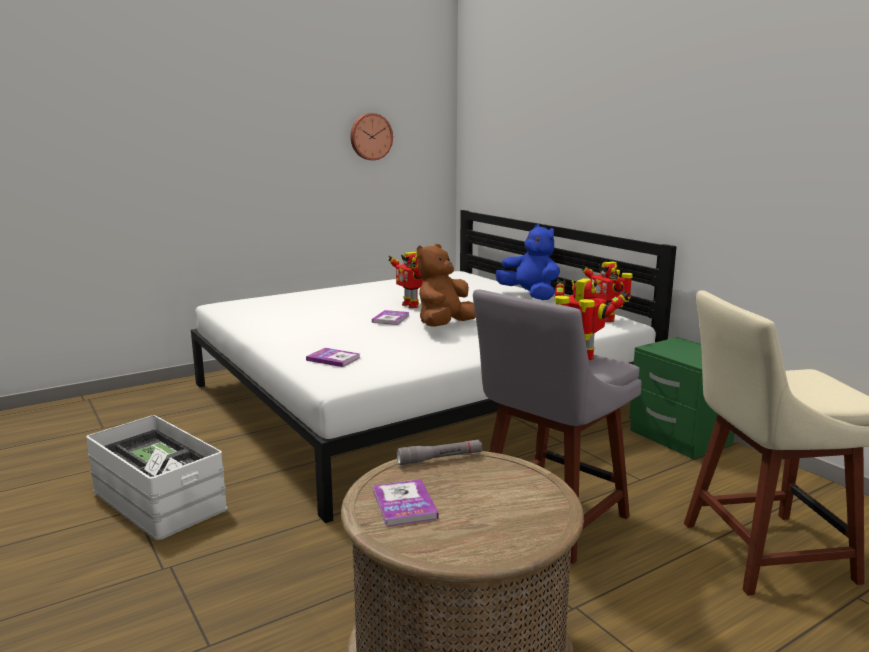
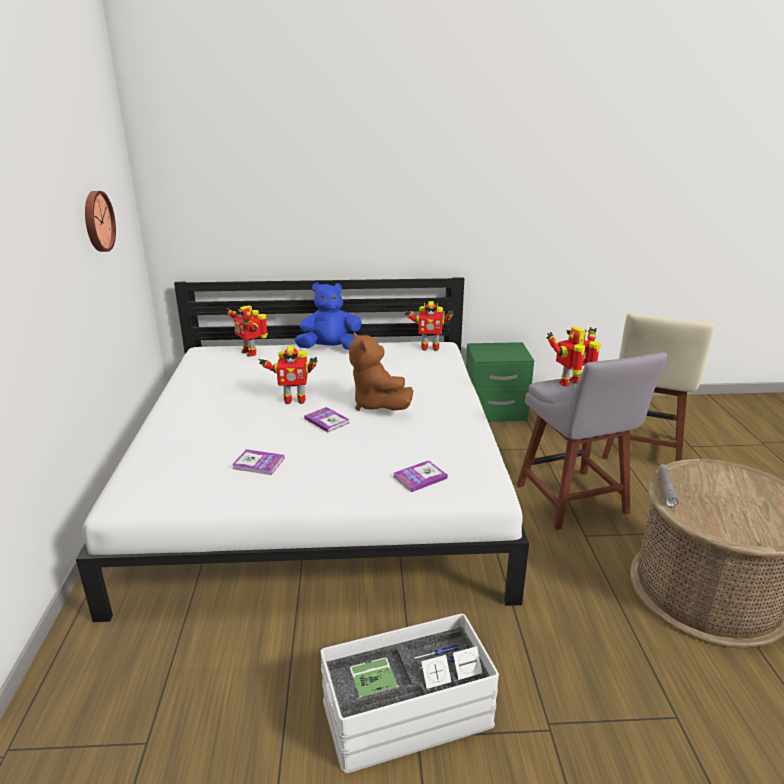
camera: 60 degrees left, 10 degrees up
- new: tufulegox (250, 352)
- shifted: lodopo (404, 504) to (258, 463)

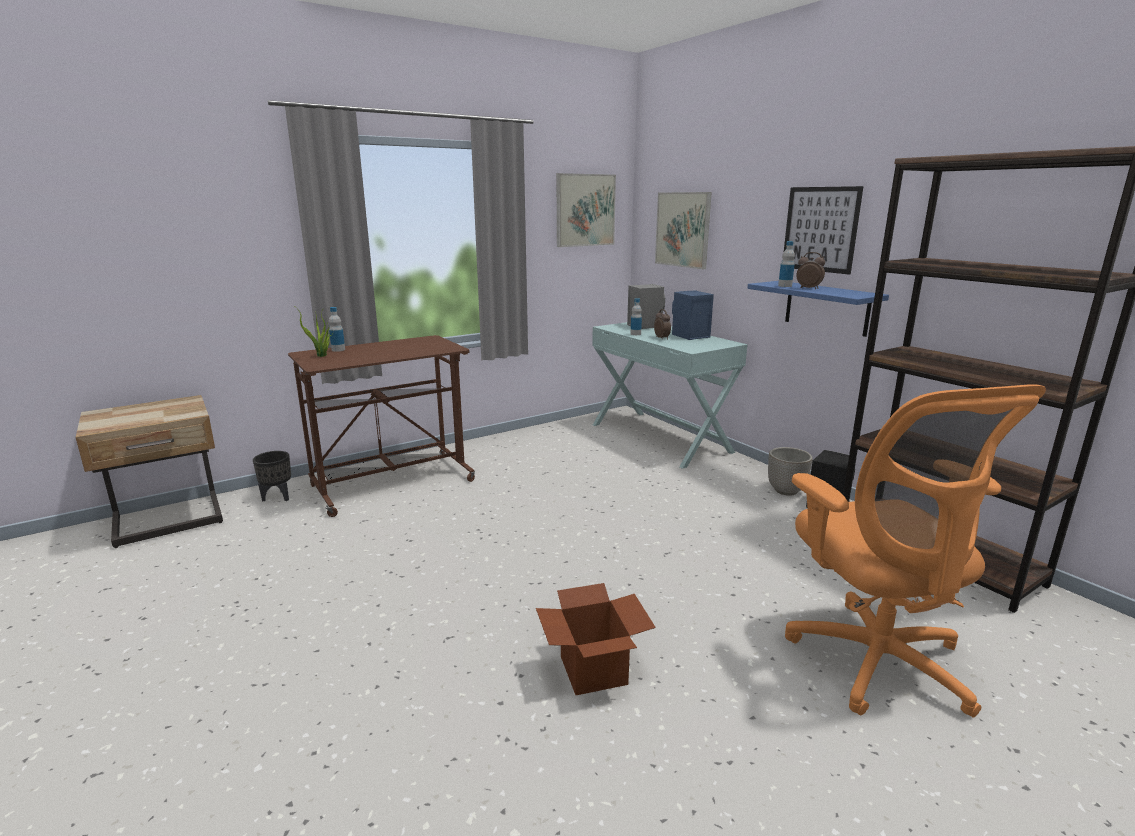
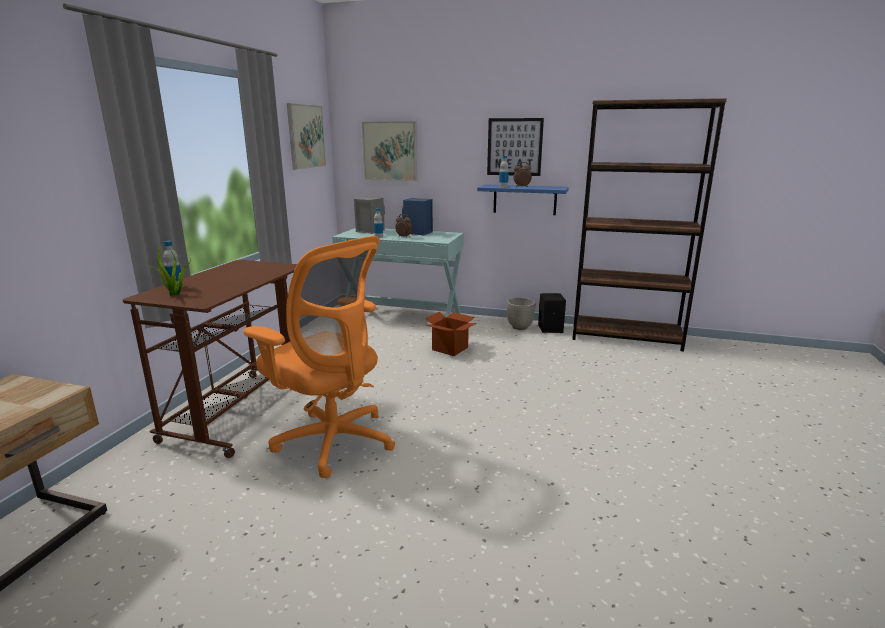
camera: 40 degrees left, 0 degrees up
- shifted: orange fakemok (869, 654) to (328, 440)
- shifted: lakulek (593, 670) to (450, 349)
- gone: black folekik (278, 497)

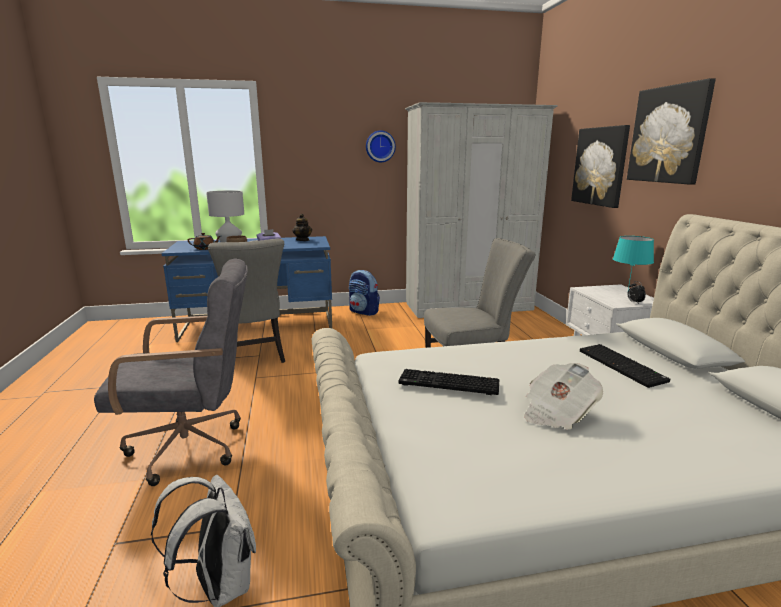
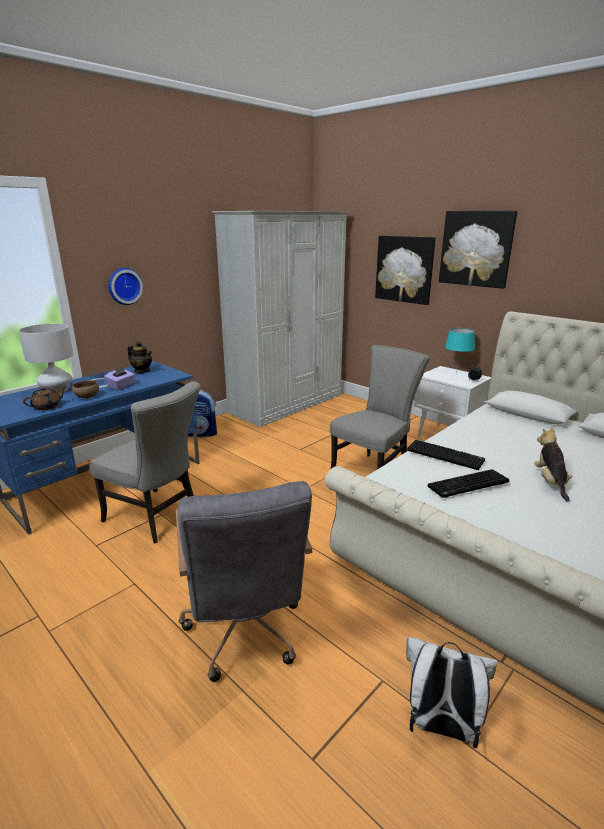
camera: 35 degrees left, 5 degrees up
- shifted: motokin (380, 146) to (124, 286)
- rotated: grey fakemok (193, 449) = (245, 637) 120 degrees clockwise
- shifted: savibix (623, 366) to (446, 455)
- swapped: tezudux (557, 413) to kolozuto (550, 482)

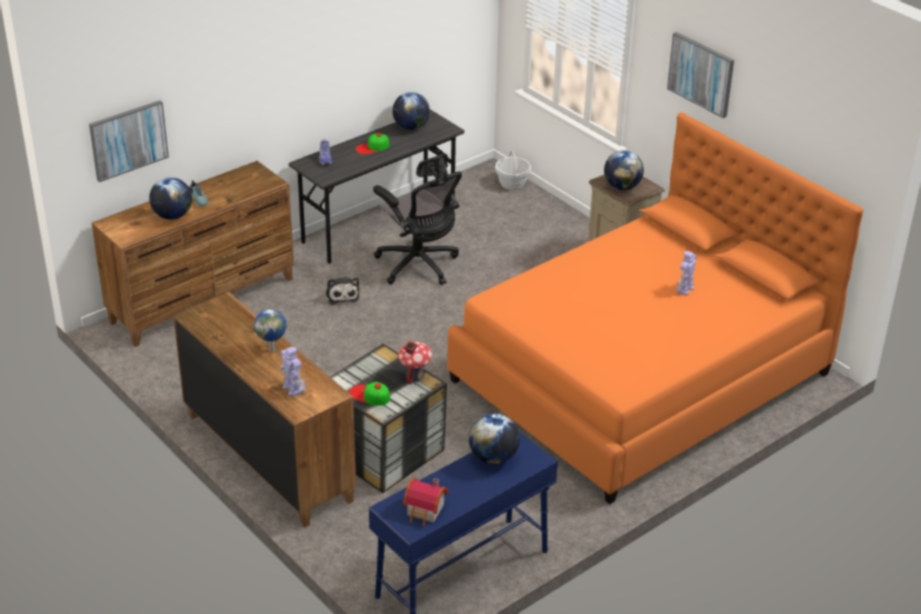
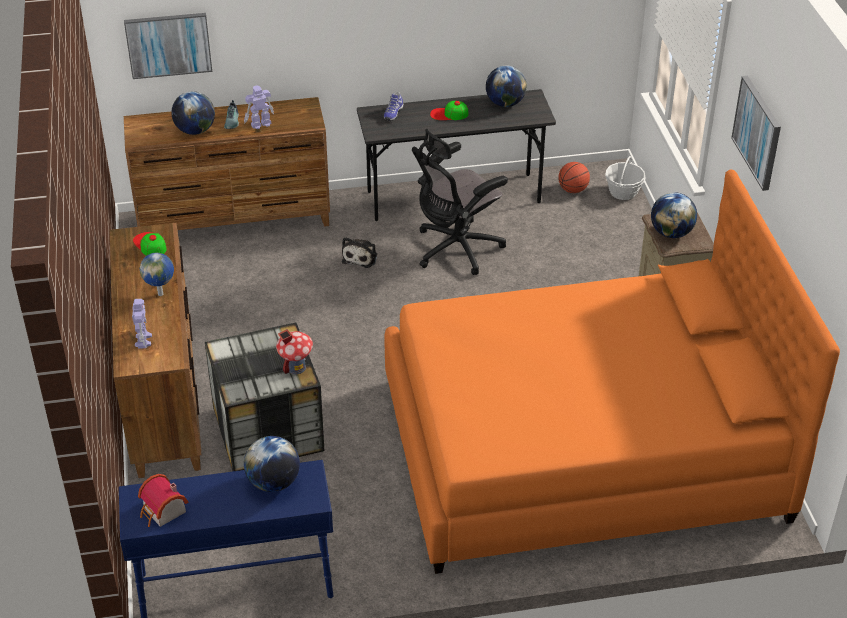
camera: 30 degrees right, 5 degrees up
- shifted: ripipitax (369, 395) to (150, 245)
- shifted: tufulegox (684, 289) to (260, 124)
- rotated: fakemok (418, 265) = (458, 249) 60 degrees clockwise
- new: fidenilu (573, 190)

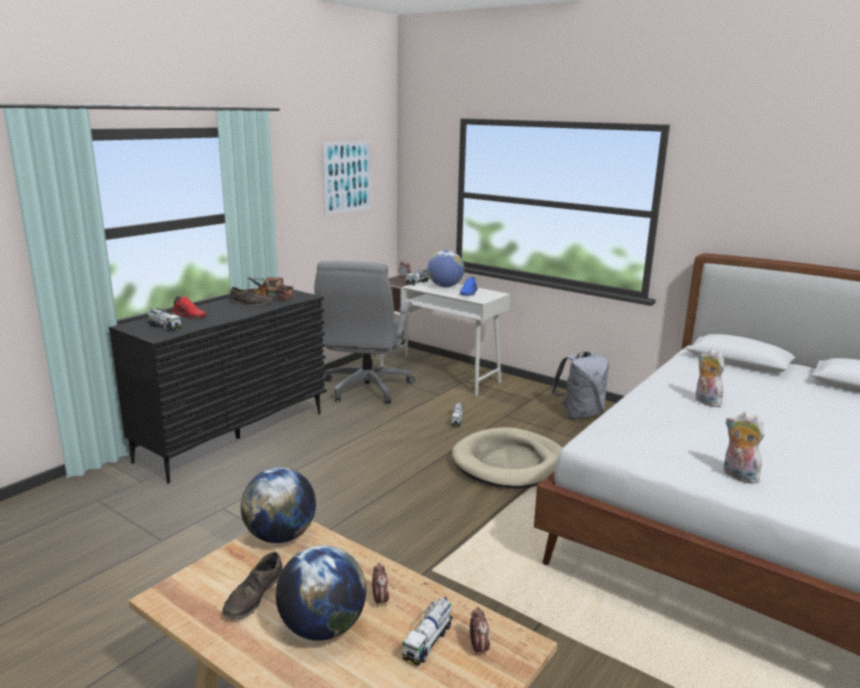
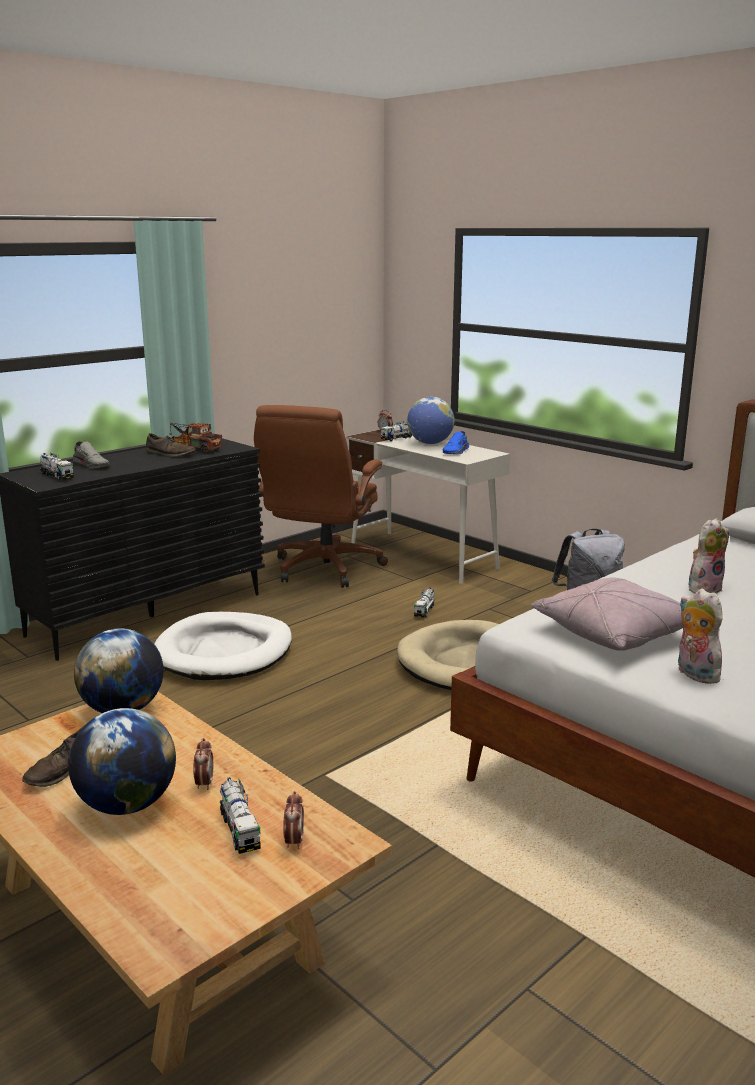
camera: 10 degrees right, 0 degrees up
- repainted: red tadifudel (190, 316) to grey tadifudel (92, 465)
- new: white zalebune (224, 652)
- rotated: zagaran (428, 641) = (239, 829) 60 degrees counterclockwise
- repainted: grey fakemok (364, 390) to brown fakemok (322, 570)
- new: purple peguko (615, 633)
- rotated: kolozuto (705, 402) = (704, 588) 75 degrees clockwise
- gone: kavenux (347, 177)

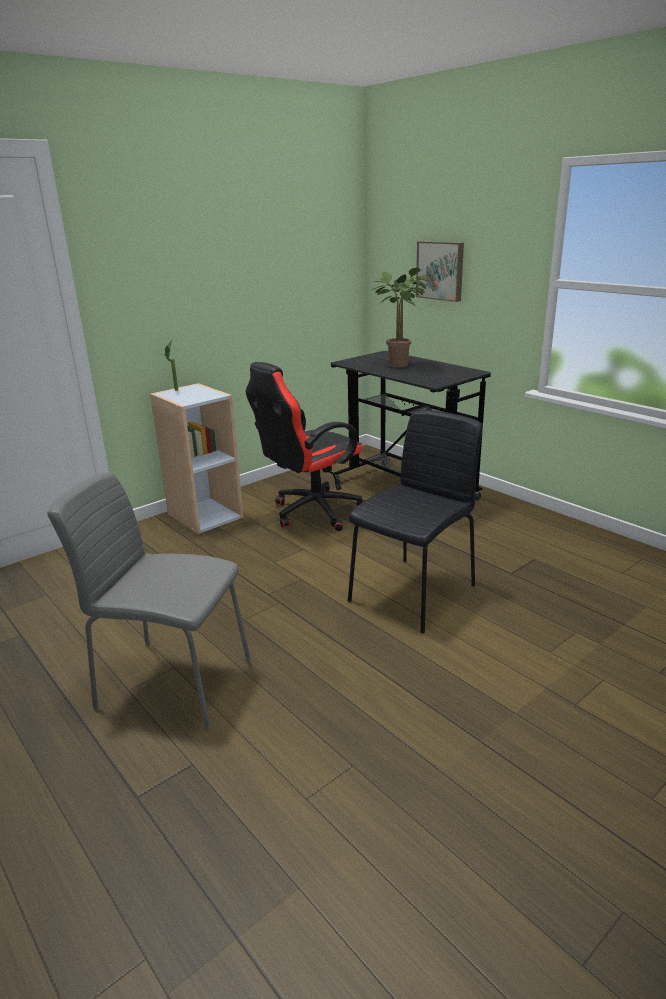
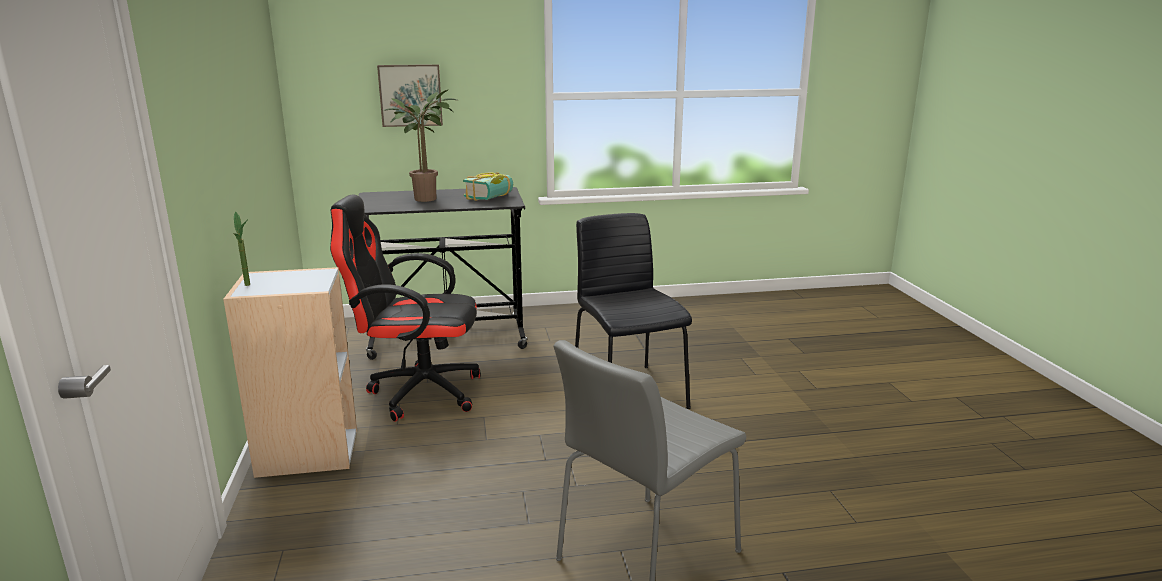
camera: 60 degrees left, 5 degrees down
- rotated: black fakemok (310, 514) = (416, 392) 105 degrees clockwise
- new: lodopo (493, 198)

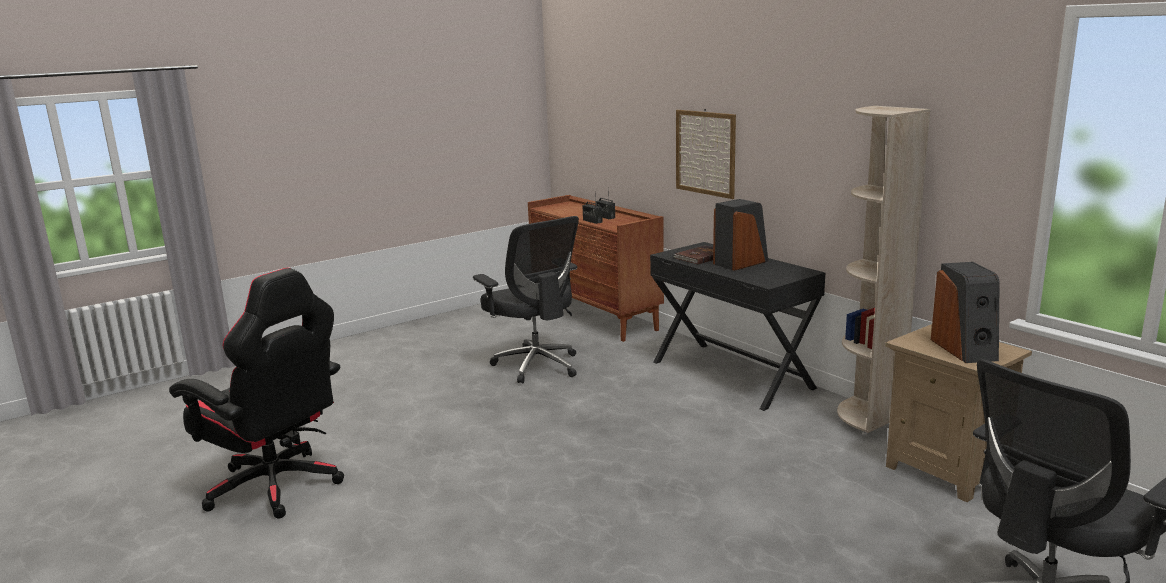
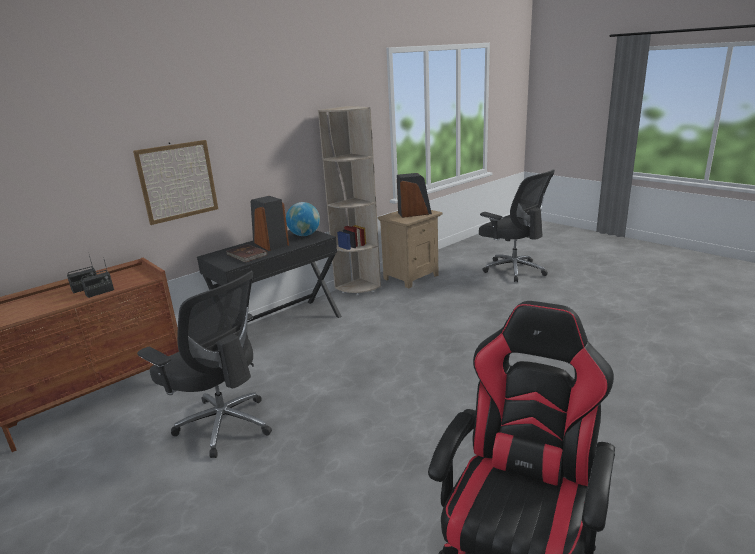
camera: 95 degrees left, 5 degrees up
- rotated: fakemok (536, 365) = (223, 424) 75 degrees clockwise
- new: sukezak (304, 235)

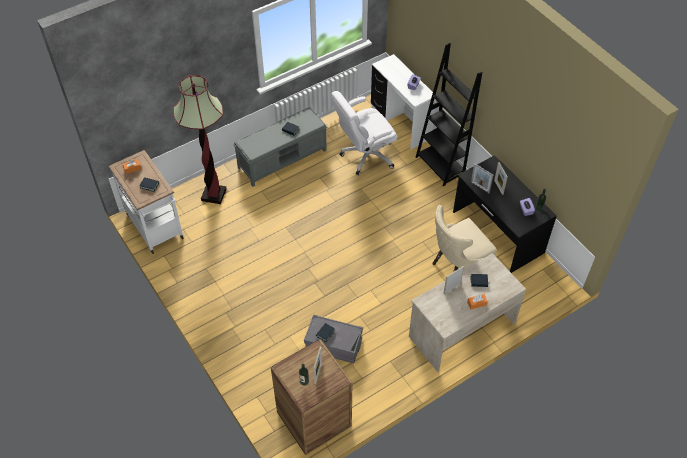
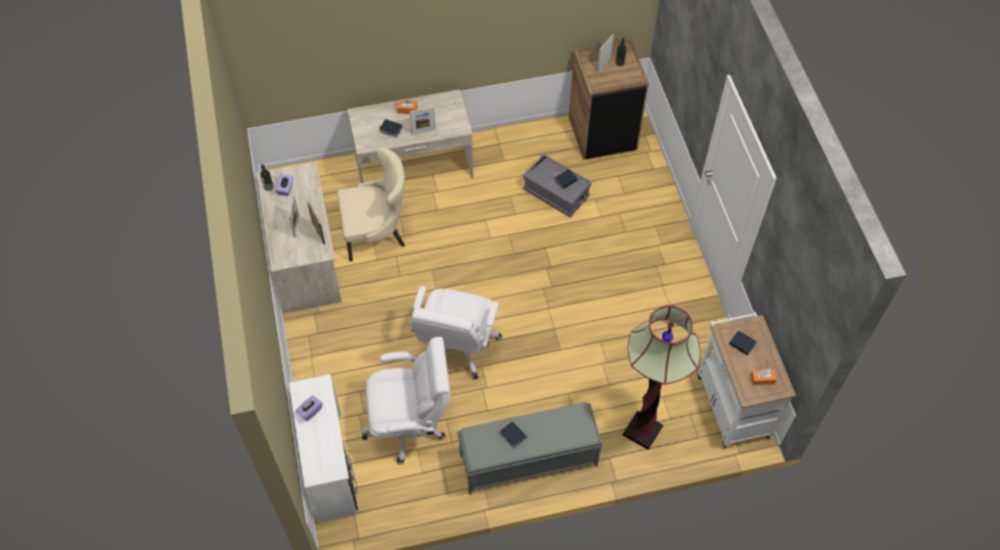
camera: 160 degrees left, 5 degrees up
- repainted: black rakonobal (497, 232) to beige rakonobal (306, 258)
- new: white fakemok (456, 350)
- gone: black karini (440, 166)

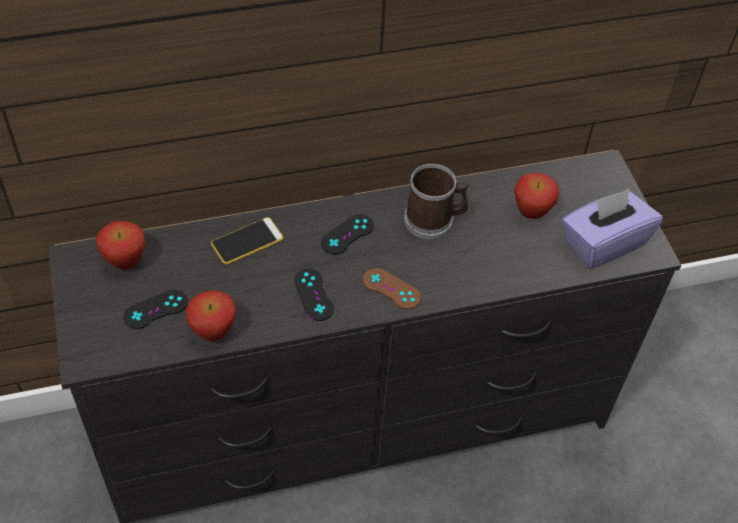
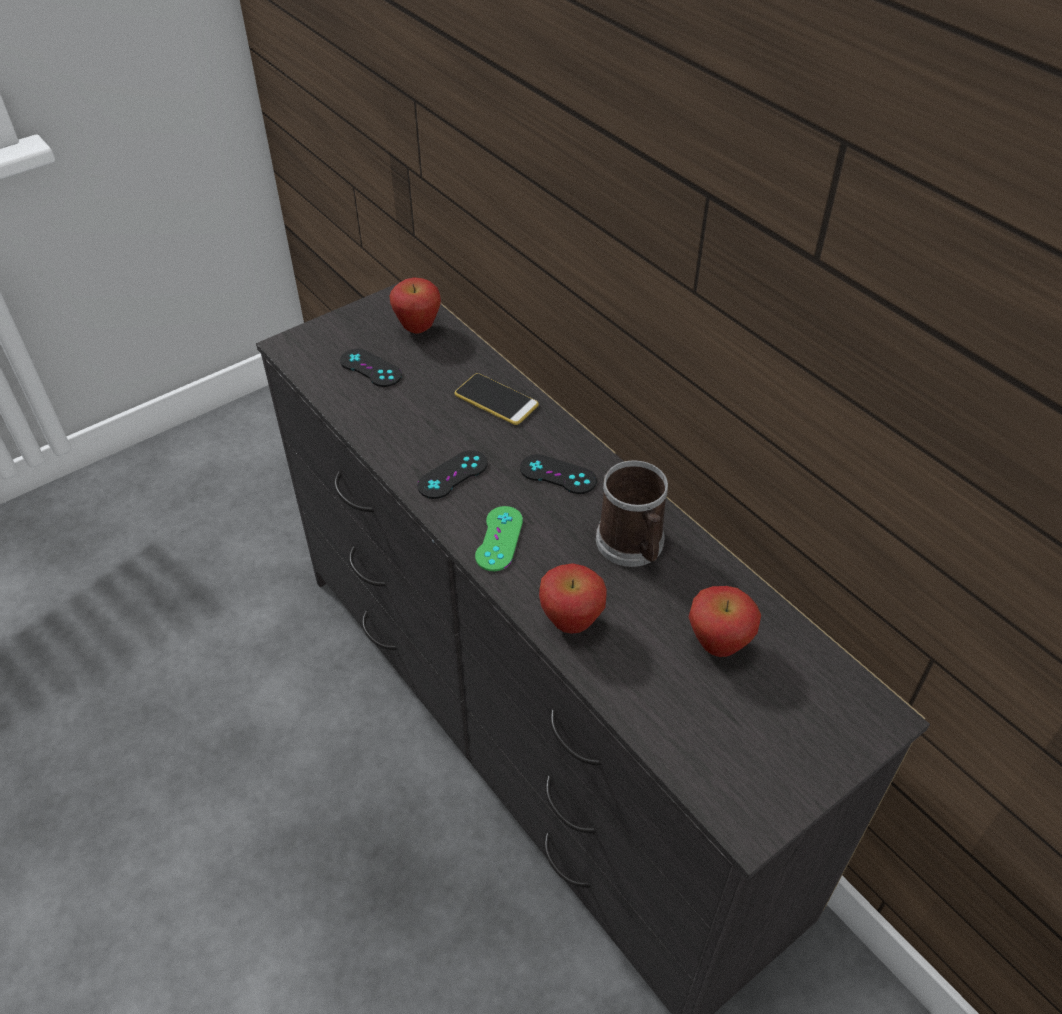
camera: 70 degrees right, 5 degrees down
- repainted: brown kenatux (391, 289) to green kenatux (499, 538)
- shifted: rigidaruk (213, 332) to (571, 623)
- gone: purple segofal (603, 243)

